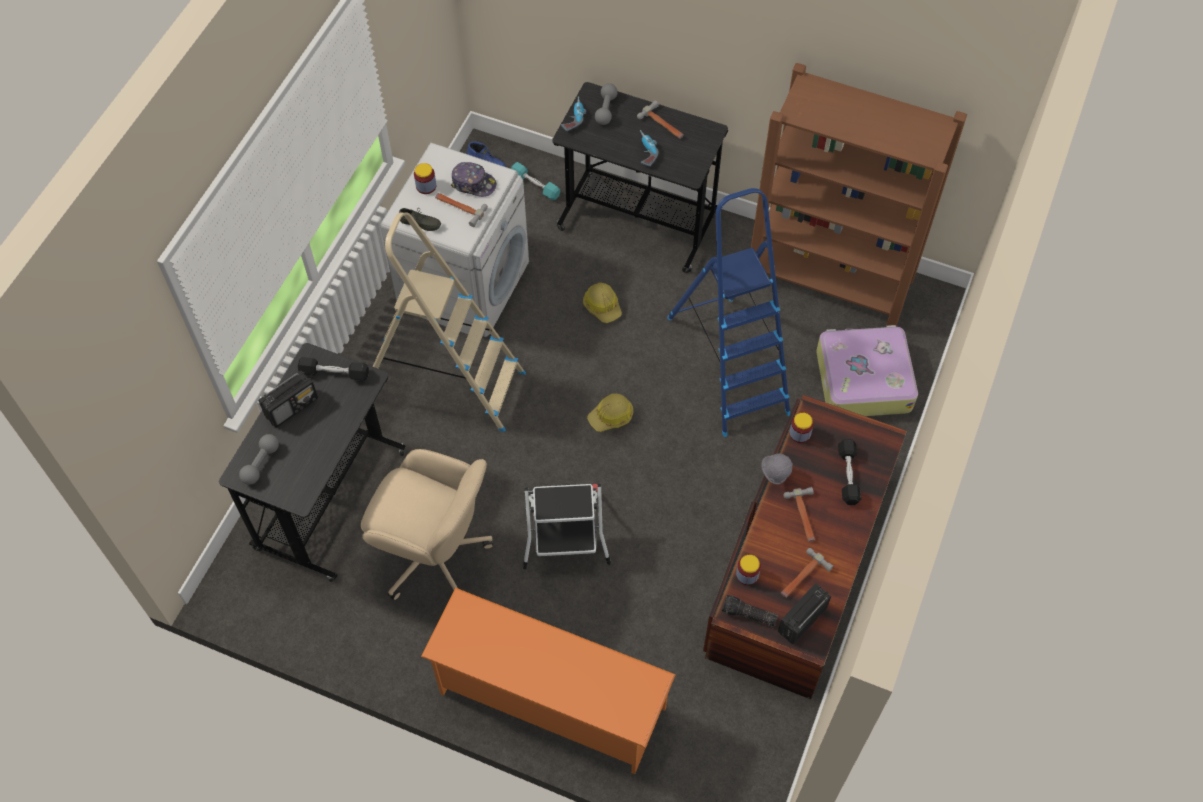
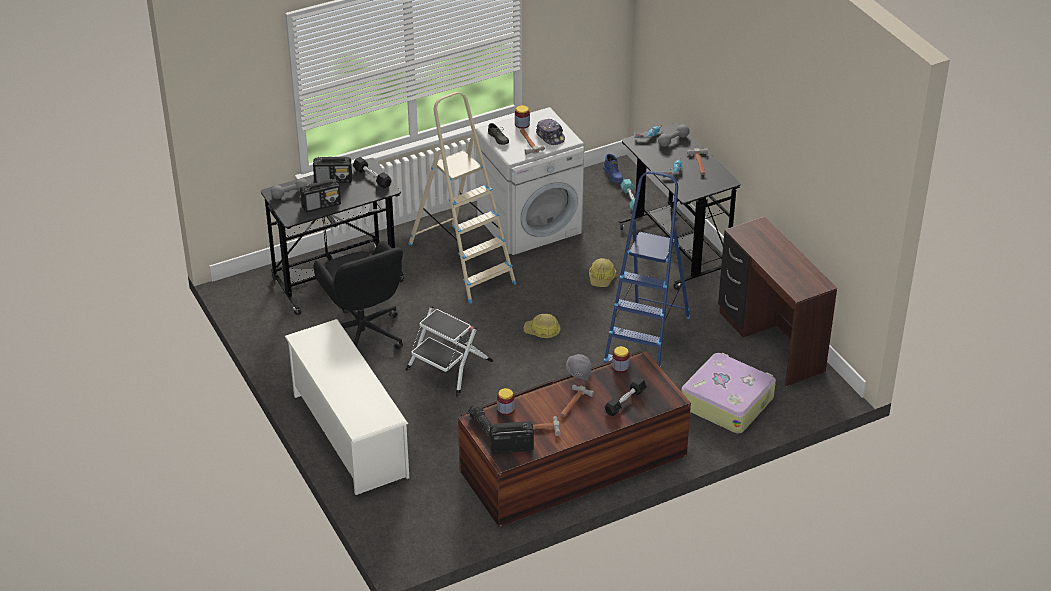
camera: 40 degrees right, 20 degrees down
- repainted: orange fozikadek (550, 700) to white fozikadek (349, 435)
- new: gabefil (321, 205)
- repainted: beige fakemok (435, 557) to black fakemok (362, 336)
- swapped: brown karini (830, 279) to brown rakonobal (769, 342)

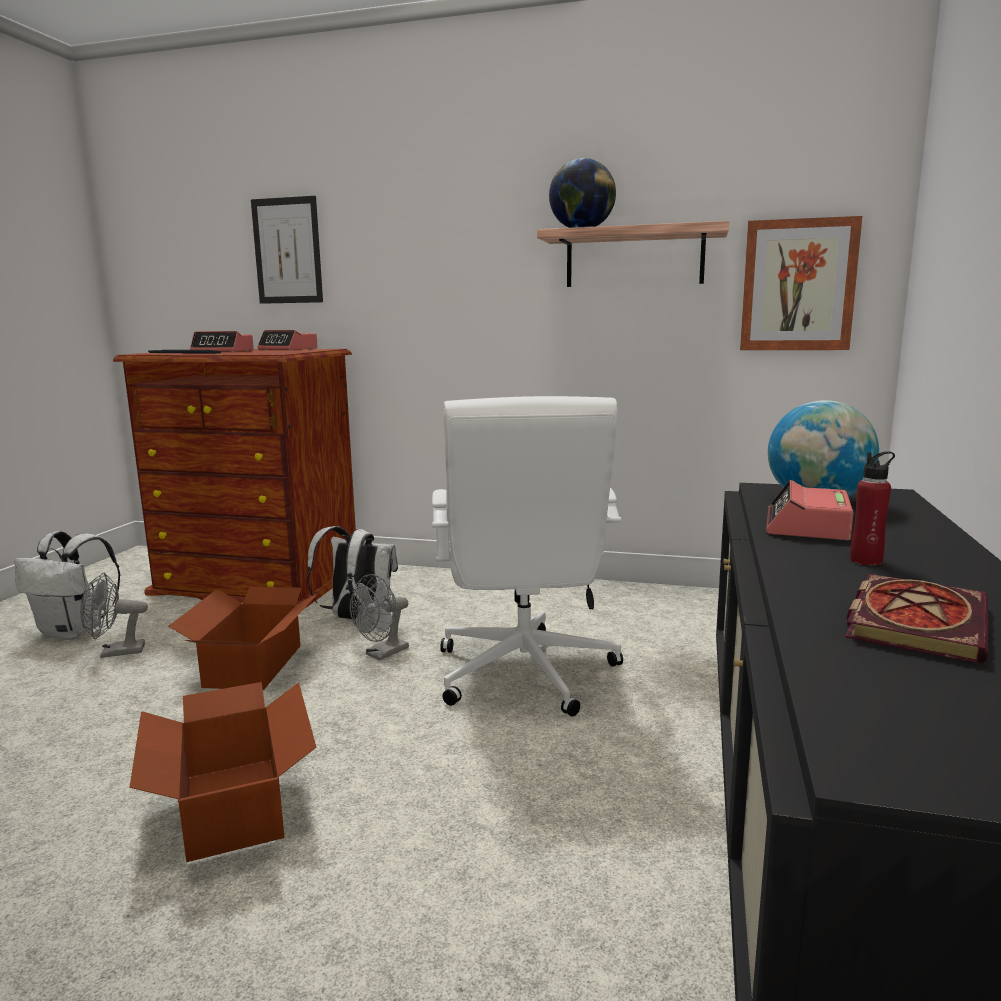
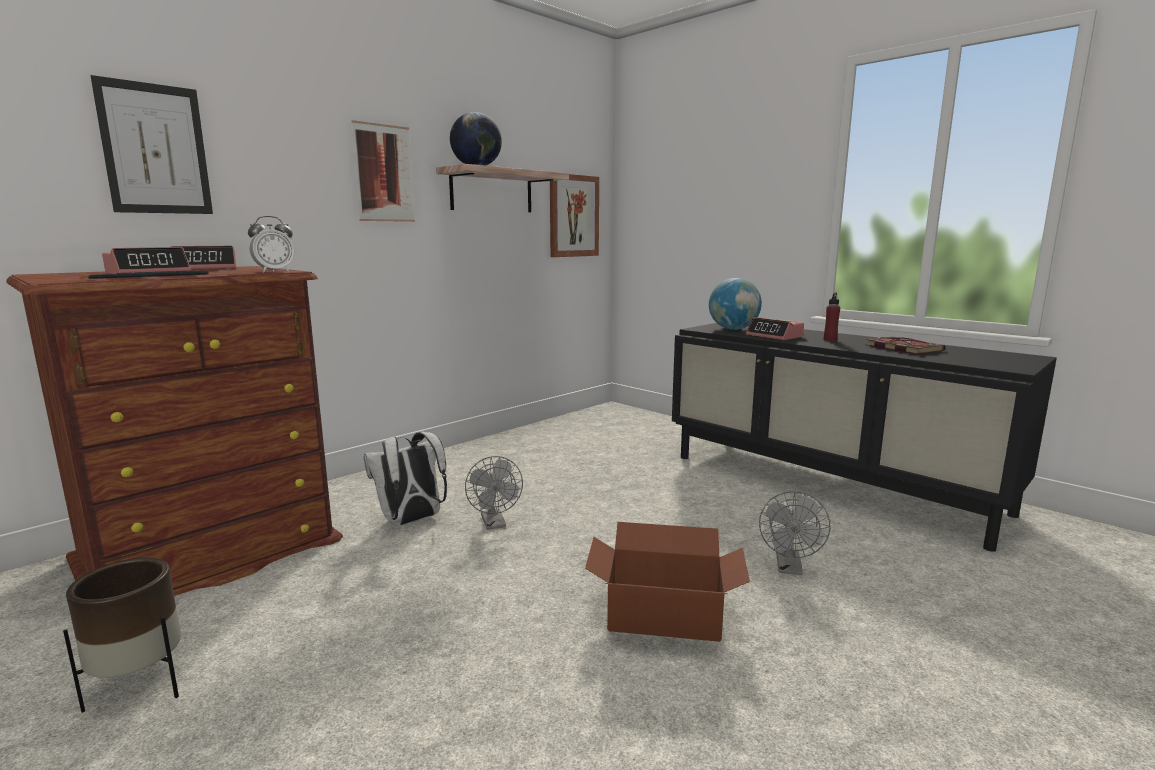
camera: 60 degrees left, 0 degrees up
- swapped: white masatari (74, 632) to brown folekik (141, 687)
- new: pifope (274, 271)
- new: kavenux (384, 173)
- shifted: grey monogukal (115, 652) to (790, 568)
- gone: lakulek (255, 665)
- gone: white fakemok (525, 670)

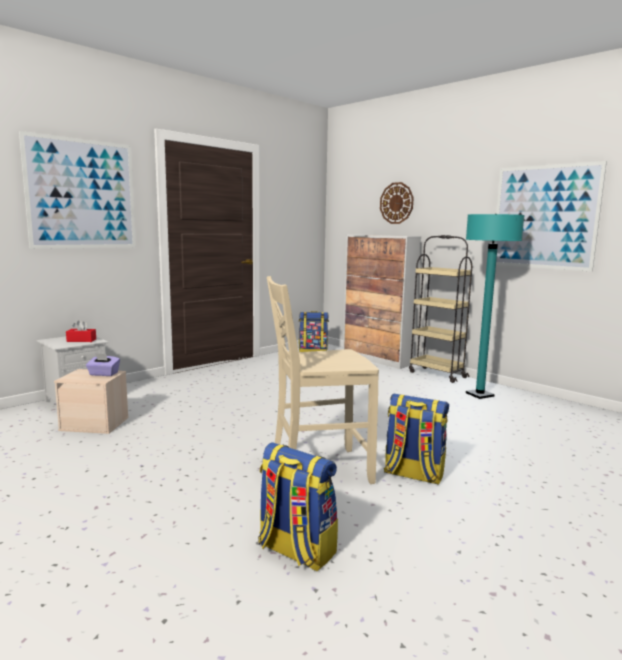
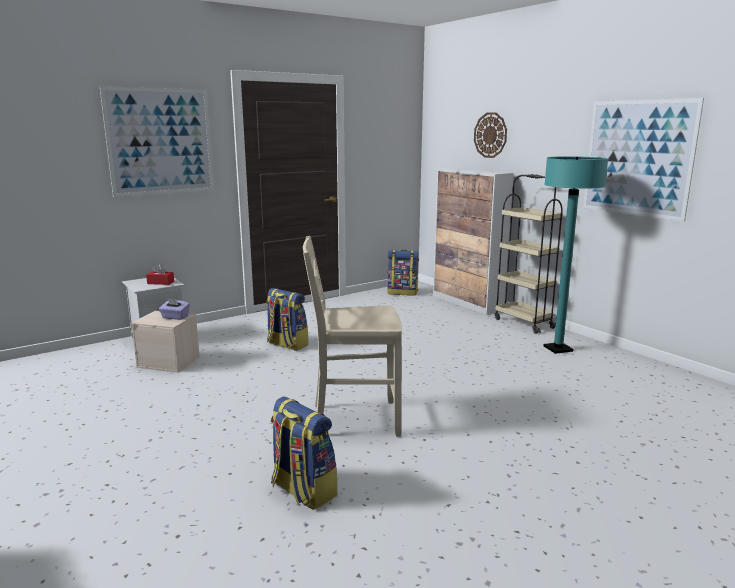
camera: 10 degrees right, 5 degrees up
- shifted: masatari (413, 474) to (286, 345)

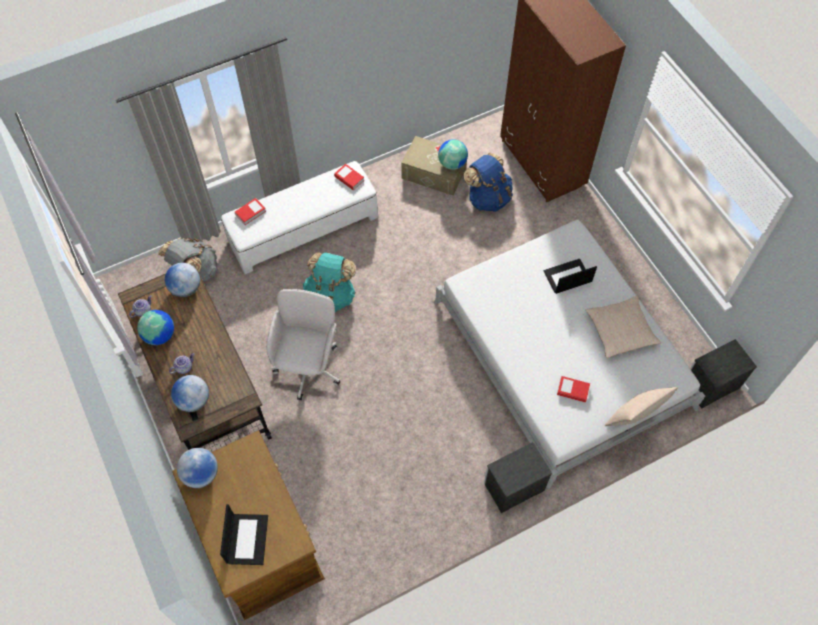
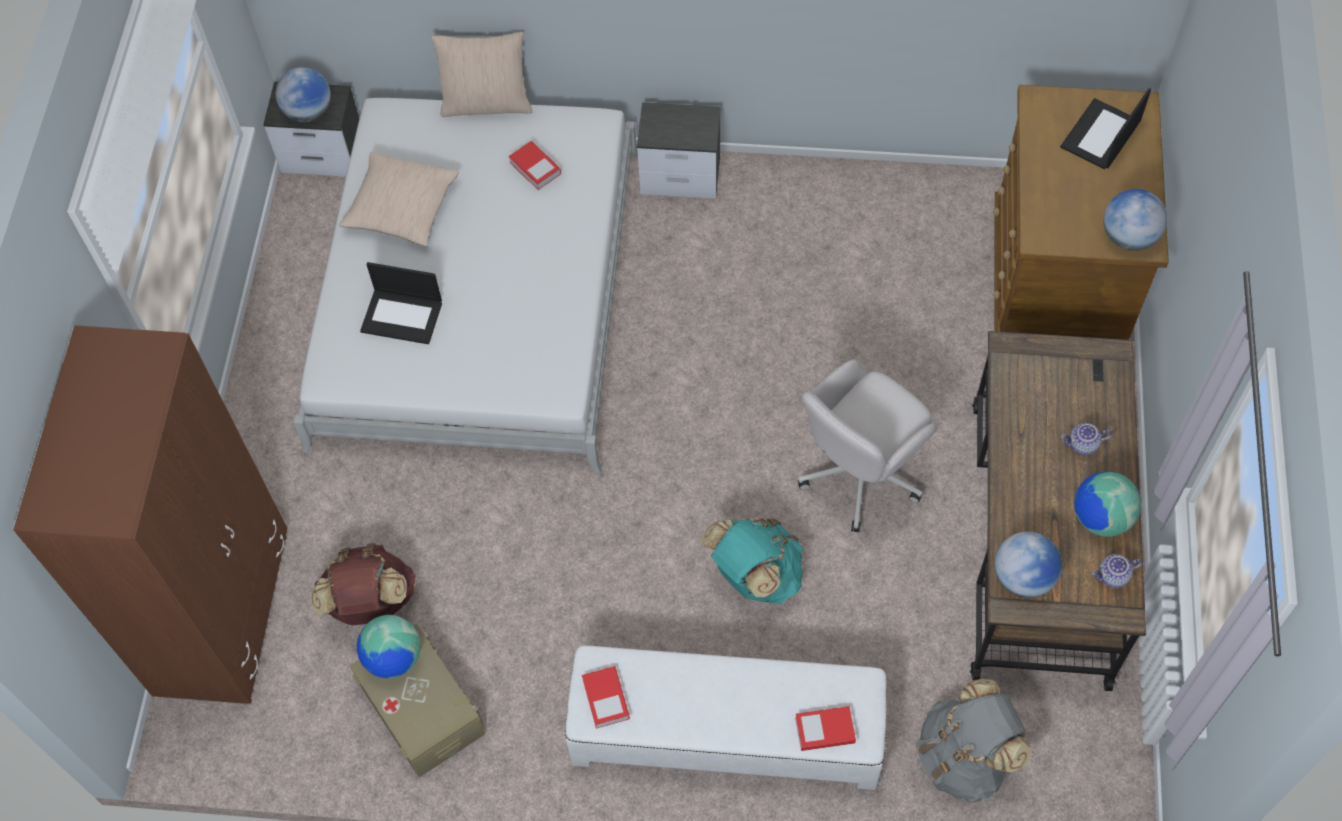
camera: 145 degrees left, 0 degrees up
- shifted: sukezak (193, 400) to (308, 111)
- repainted: blue masatari (488, 197) to brown masatari (370, 603)

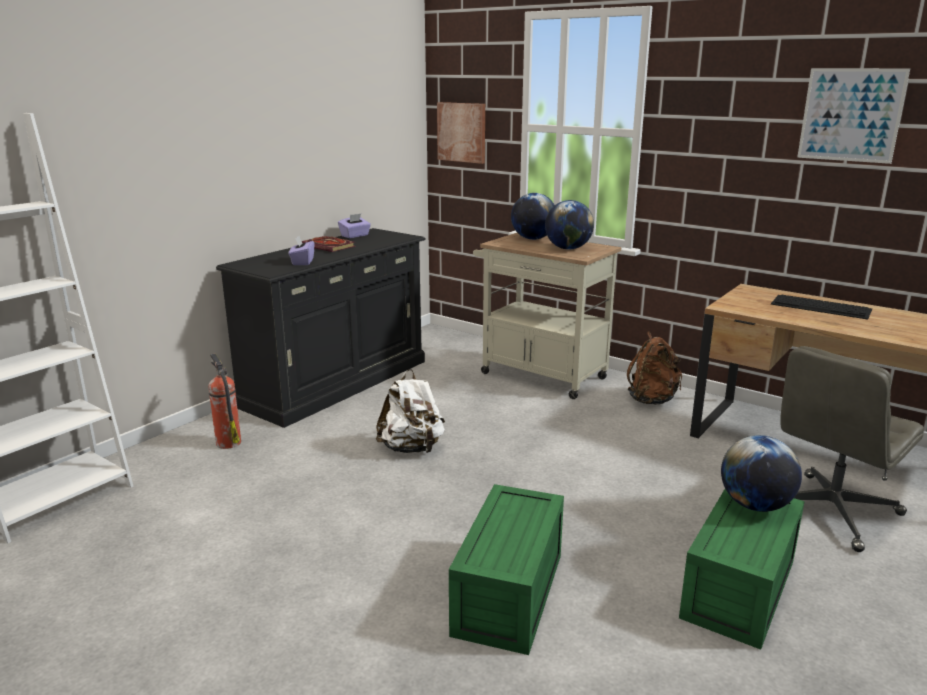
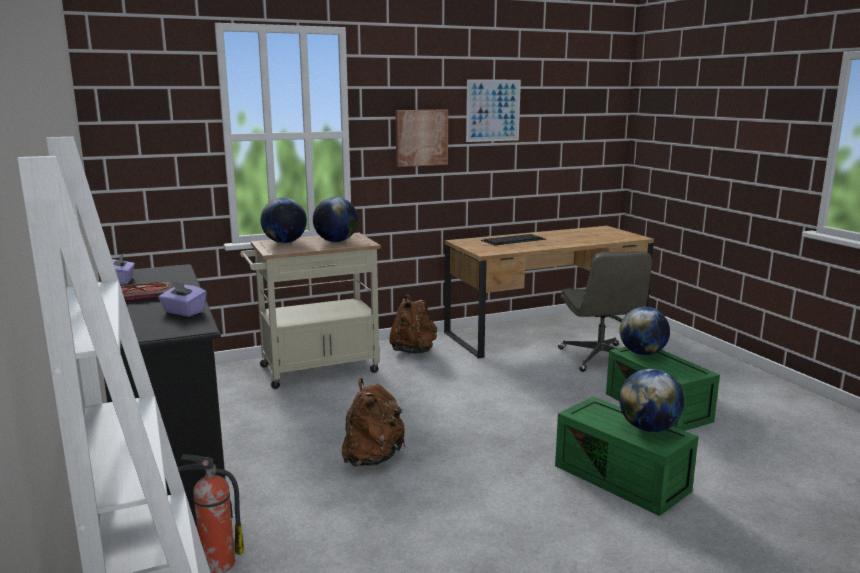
camera: 60 degrees left, 5 degrees down
- repainted: white masatari (412, 448) to brown masatari (372, 458)
- shifted: kavenux (462, 132) to (421, 137)
- new: sukezak (648, 428)

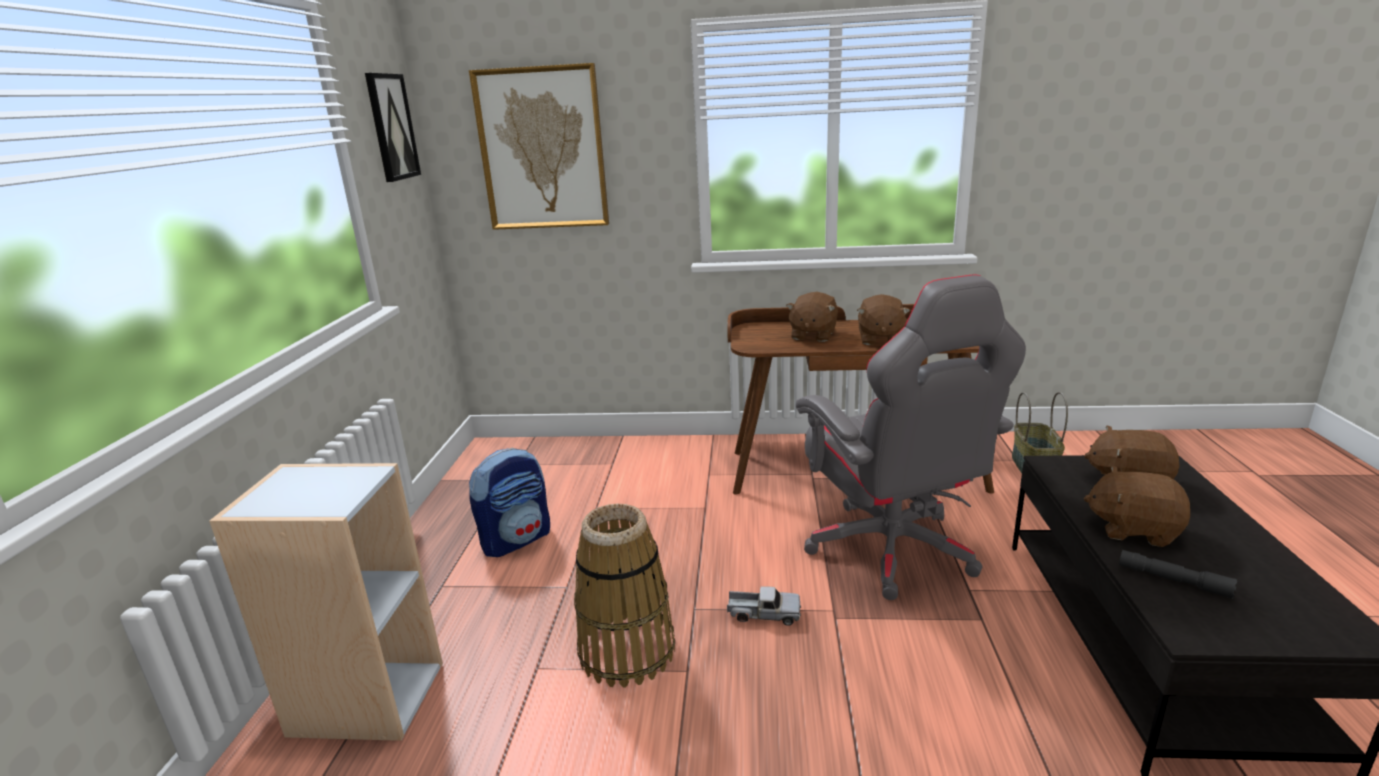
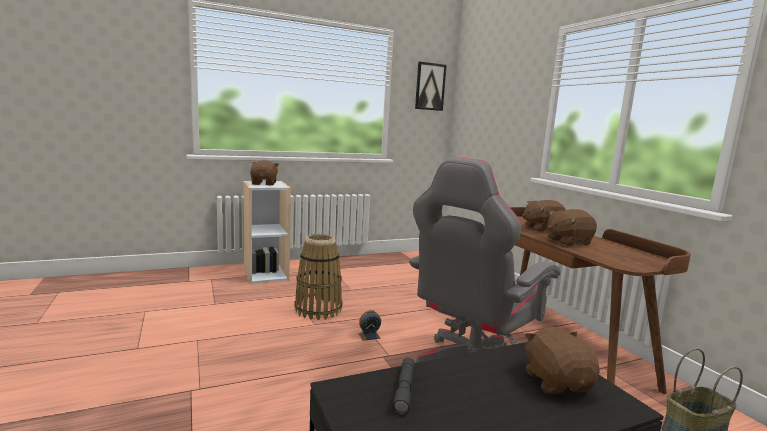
camera: 60 degrees right, 10 degrees down
- shifted: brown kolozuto (1133, 529) to (264, 183)
- swapped: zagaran (763, 614) to pifope (369, 336)
- gone: kavenux (542, 149)
- gone: masatari (517, 539)

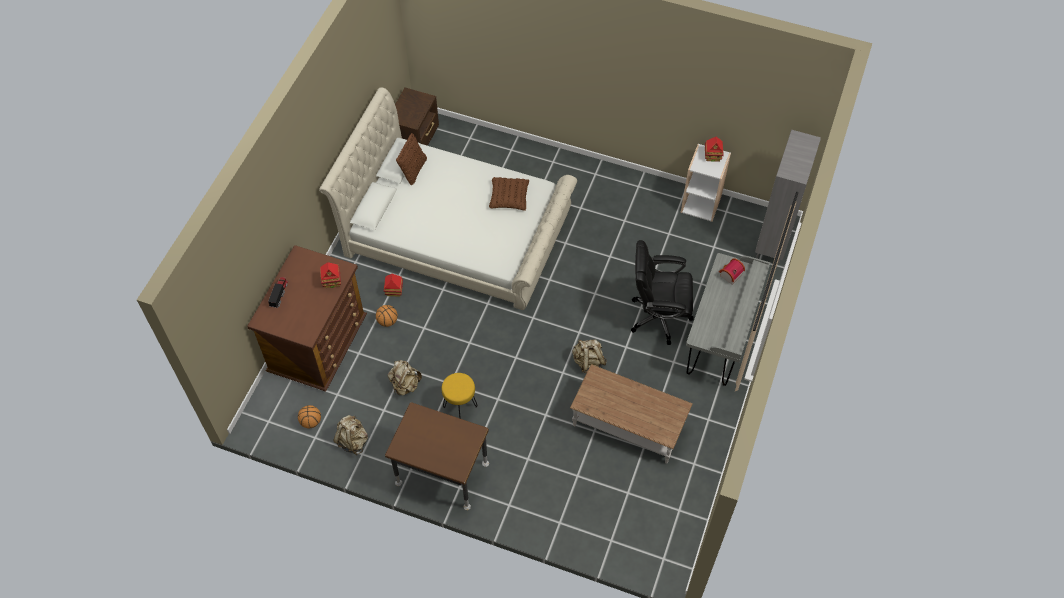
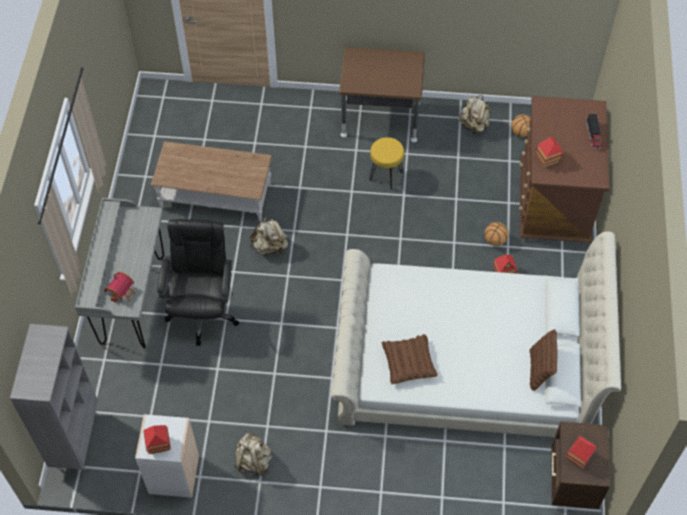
camera: 165 degrees right, 0 degrees up
- rotated: black fakemok (659, 317) = (203, 312) 75 degrees counterclockwise
- shifted: beige masatari (405, 385) to (253, 461)
- new: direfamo (578, 457)

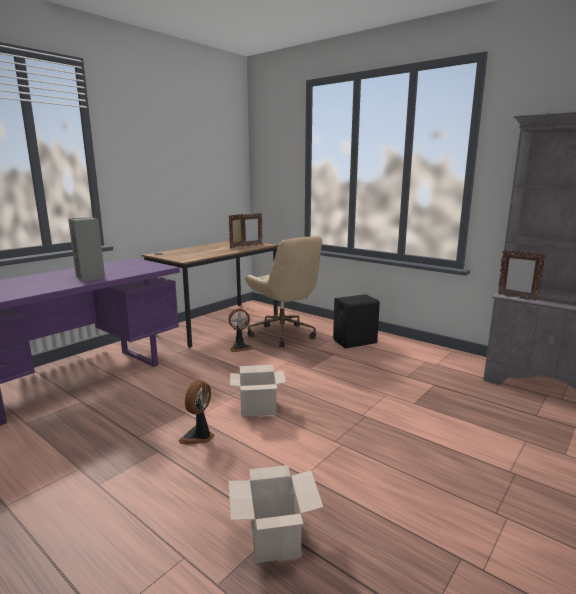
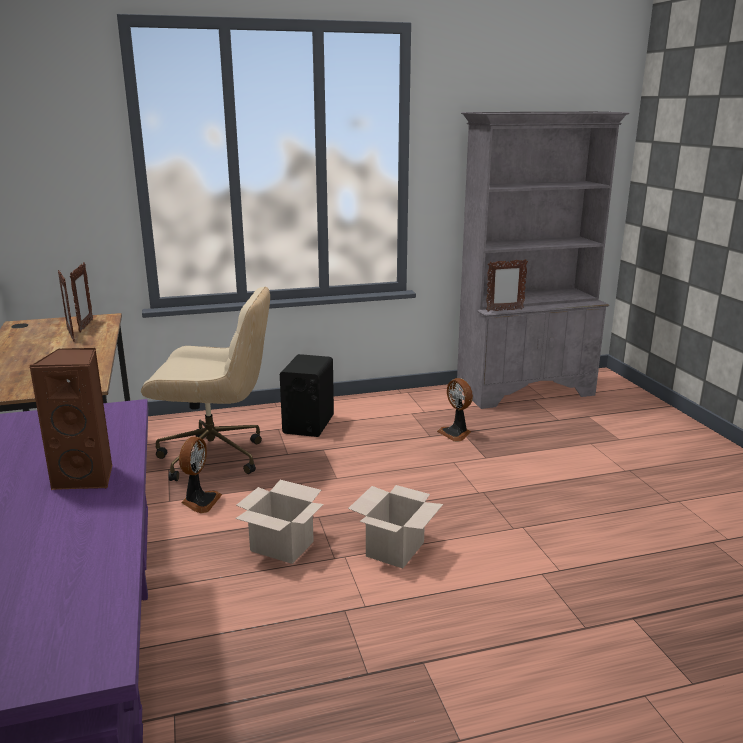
camera: 55 degrees left, 5 degrees up
- repainted: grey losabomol (90, 278) to brown losabomol (87, 477)
- shifted: lakulek (273, 537) to (280, 546)
- shifted: monogukal (198, 436) to (456, 433)

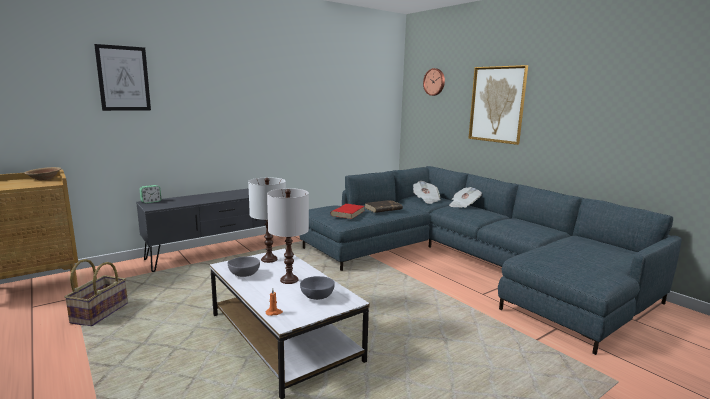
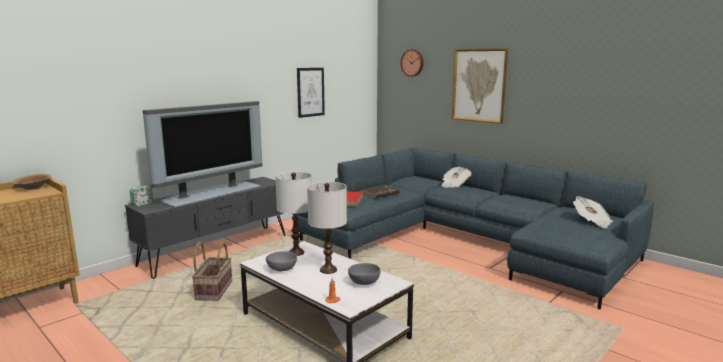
camera: 10 degrees left, 0 degrees up
- new: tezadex (211, 193)
- shifted: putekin (99, 313) to (213, 290)
- shifted: kavenux (123, 78) to (310, 92)
- shifted: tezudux (426, 200) to (591, 222)

